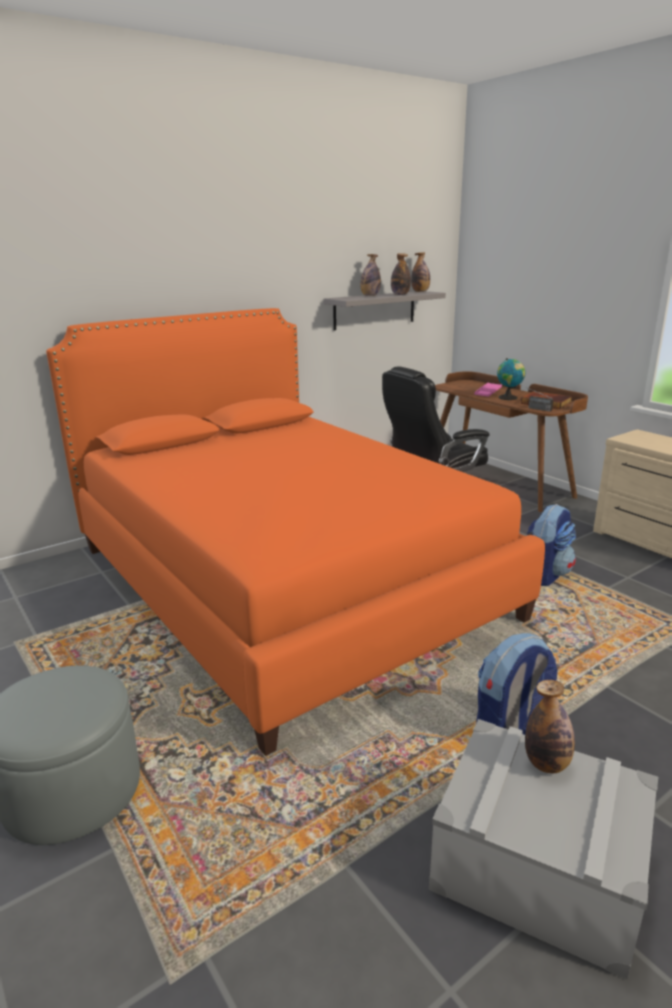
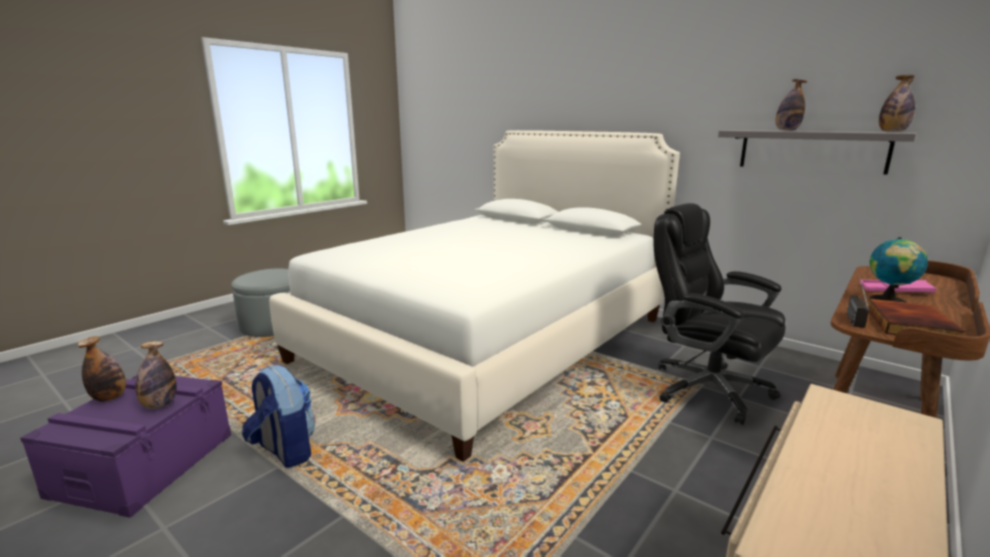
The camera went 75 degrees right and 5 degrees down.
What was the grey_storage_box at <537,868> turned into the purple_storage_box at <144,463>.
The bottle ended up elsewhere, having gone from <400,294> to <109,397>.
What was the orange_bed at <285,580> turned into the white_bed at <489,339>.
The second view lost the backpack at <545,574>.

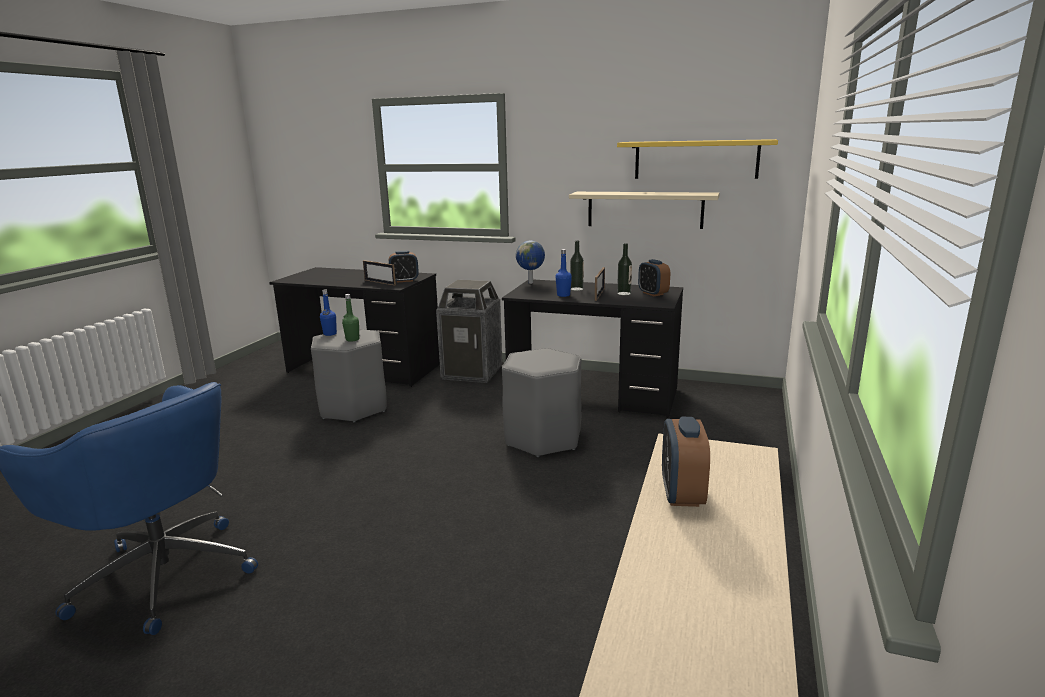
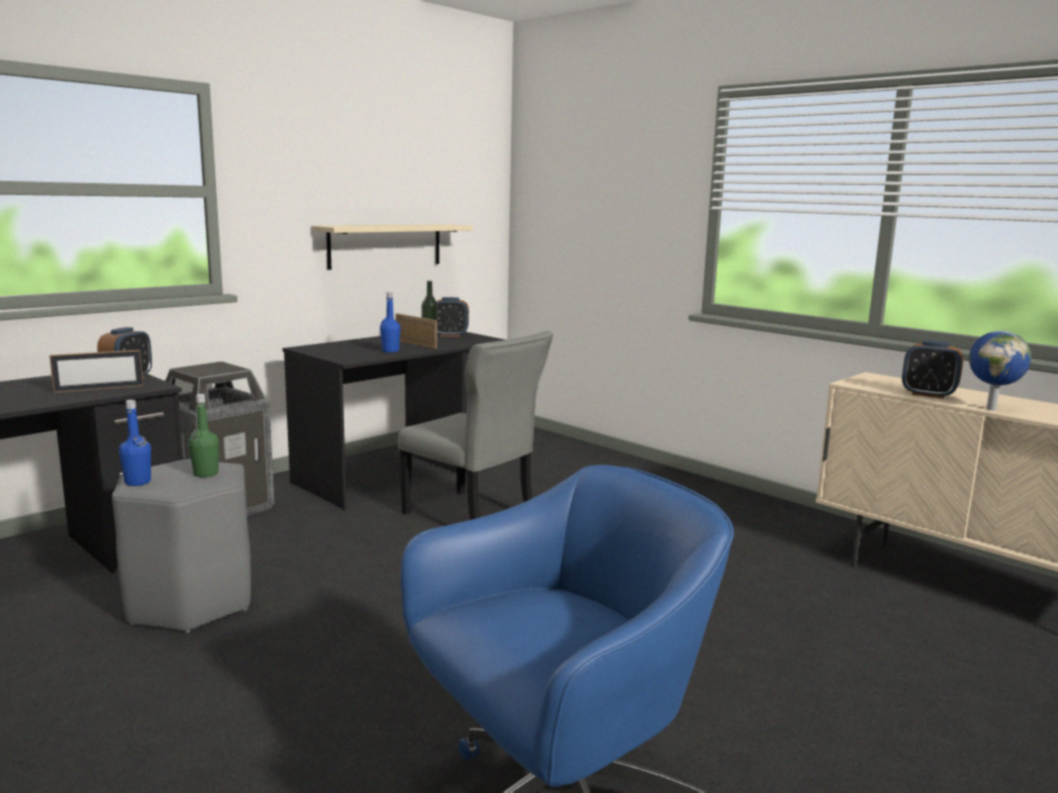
The camera went 65 degrees left and 5 degrees down.
Where the grey_stool stood at <542,438>, the grey_chair came to stand at <472,517>.
The globe ended up elsewhere, having gone from <531,283> to <991,409>.
The second view lost the bottle at <576,289>.
The second view lost the yellow_shelf at <696,159>.

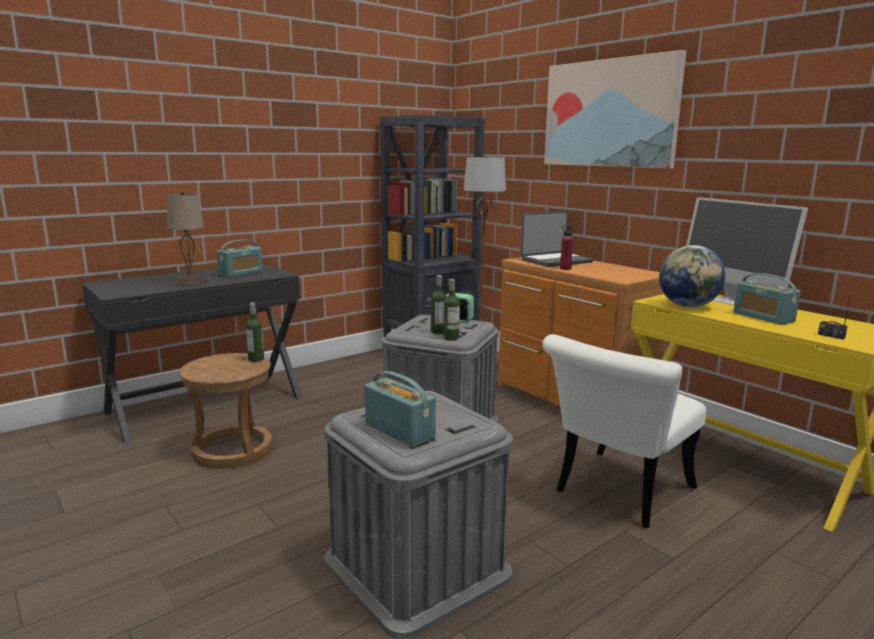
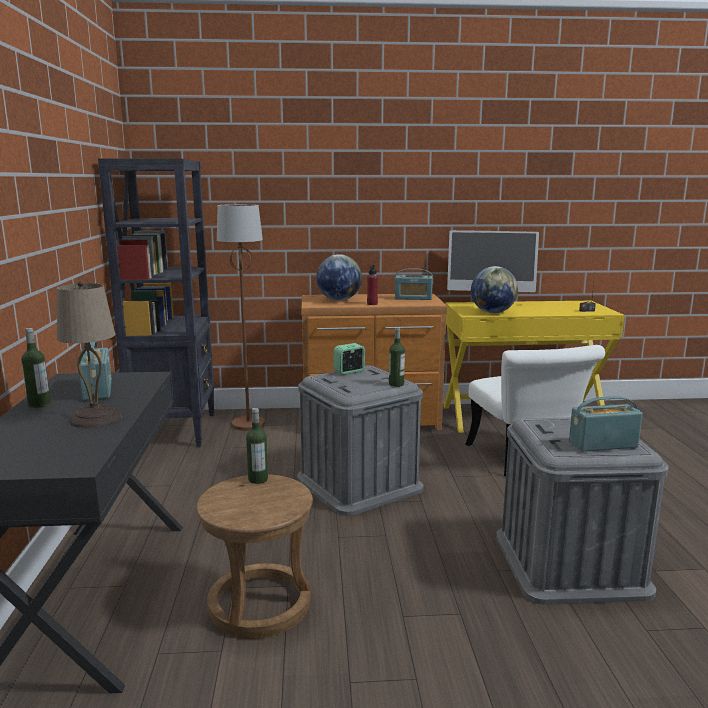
The camera went 55 degrees left and 0 degrees up.
The bottle ended up elsewhere, having gone from <438,332> to <39,404>.
Where the laptop stood at <555,261>, the globe came to stand at <339,300>.
The radio ended up elsewhere, having gone from <763,317> to <413,298>.
The second view lost the picture at <610,113>.

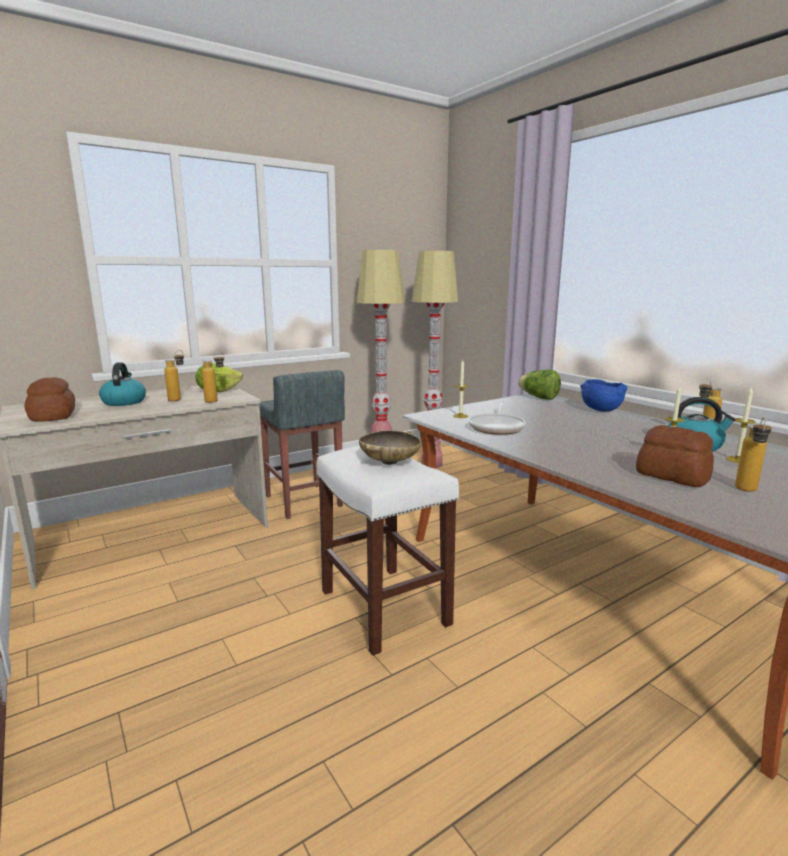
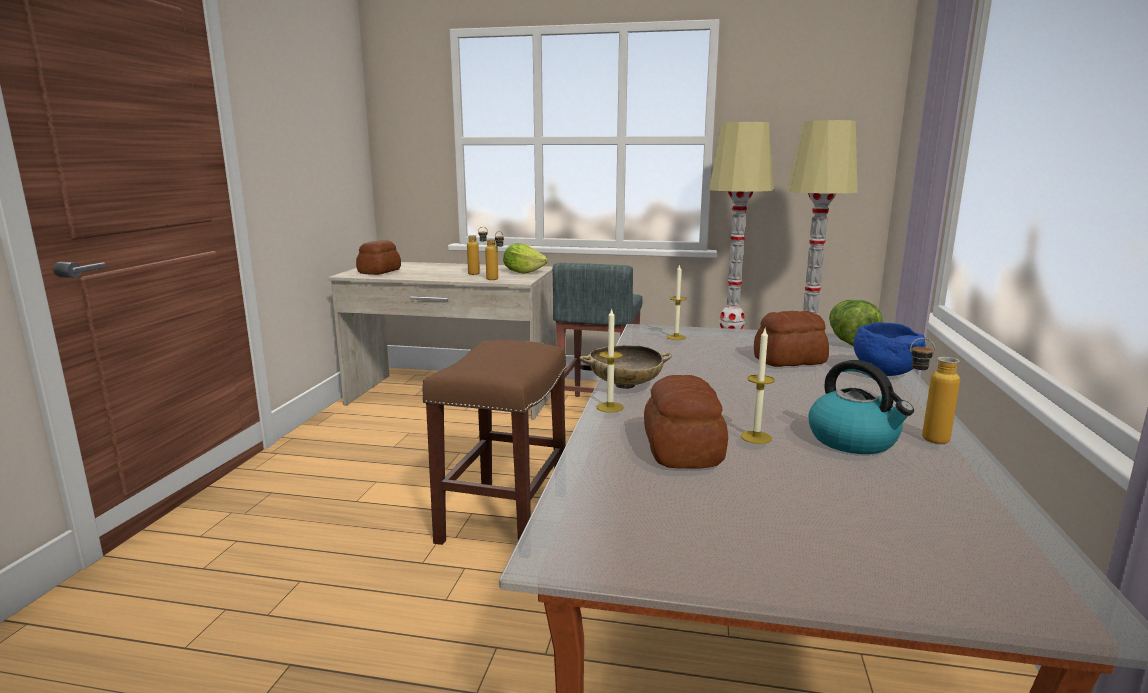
The camera went 45 degrees right and 0 degrees up.
What was the white_stool at <382,606> turned into the brown_stool at <503,516>.
The beige_bowl ended up elsewhere, having gone from <390,462> to <625,386>.
The candle ended up elsewhere, having gone from <737,460> to <610,407>.
The second view gained the bread at <788,360>.
The second view lost the kettle at <124,402>.
The second view lost the frying_pan at <497,427>.
The second view lost the bottle at <747,491>.

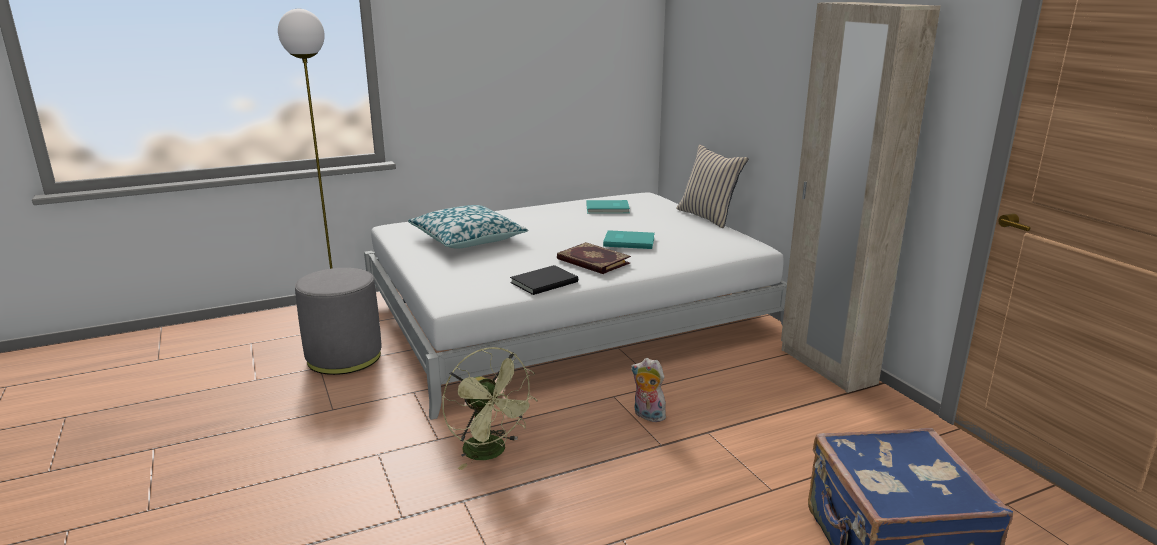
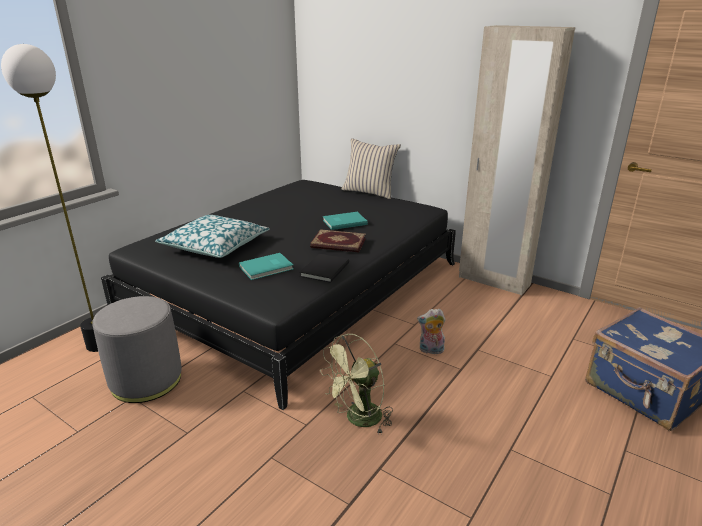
The camera went 30 degrees left and 5 degrees up.
What was the white_bed at <567,314> turned into the black_bed at <296,288>.
The turquoise_book ended up elsewhere, having gone from <608,209> to <267,268>.
The green_fan at <491,453> ended up facing another way, 120 degrees clockwise from before.

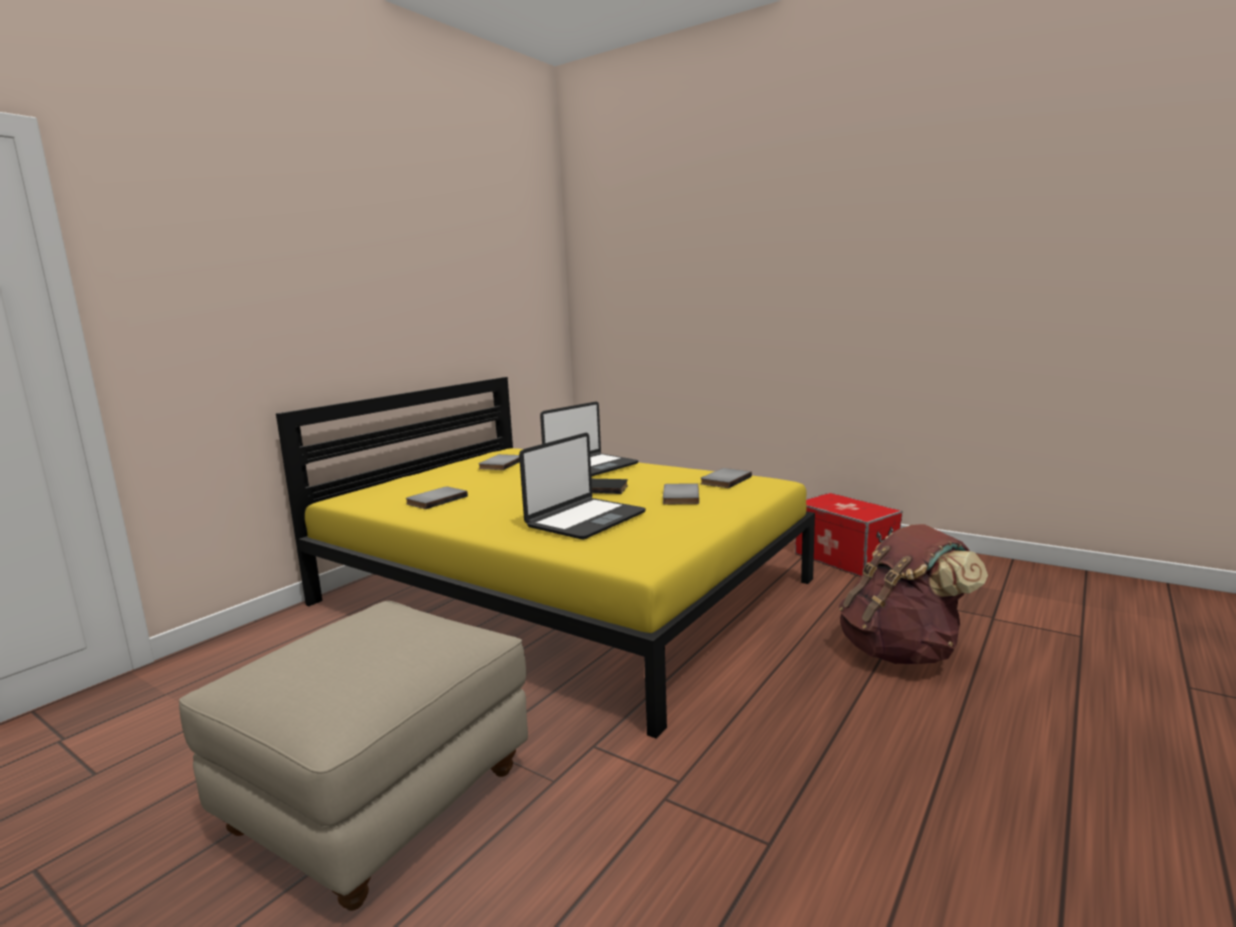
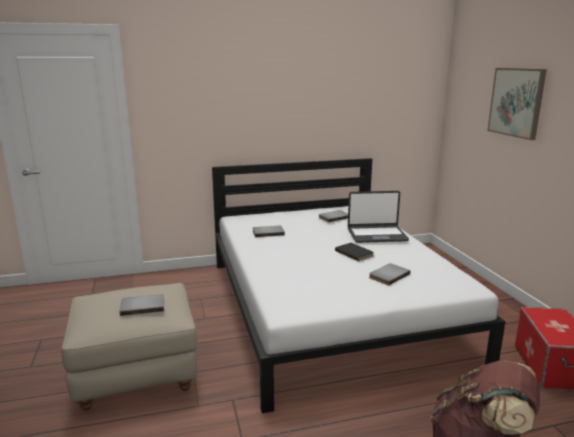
The camera went 40 degrees right and 5 degrees up.
The grey_book ended up elsewhere, having gone from <724,480> to <143,306>.
What was the yellow_bed at <561,591> turned into the white_bed at <330,308>.
The second view gained the picture at <516,102>.
The second view lost the laptop at <585,520>.

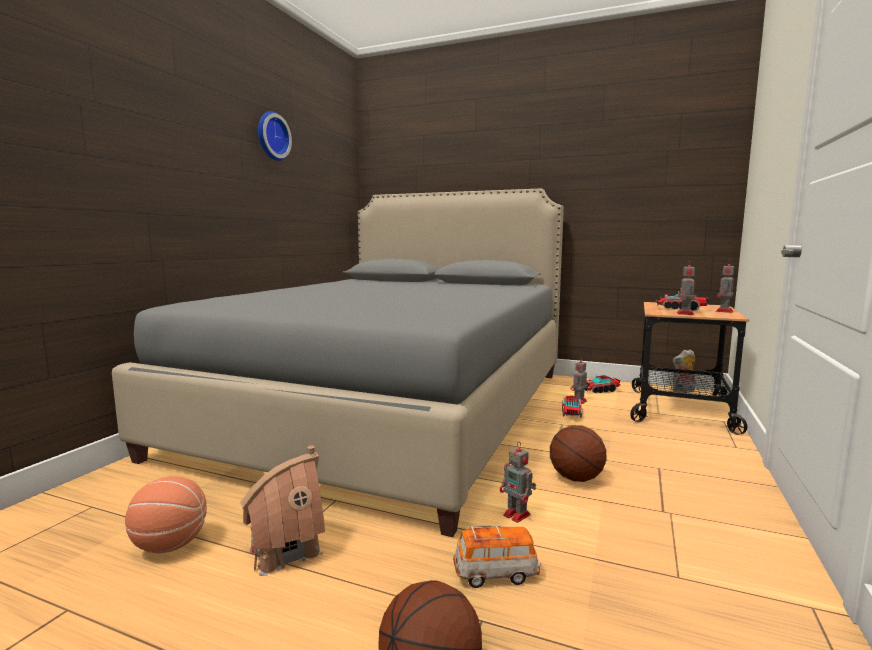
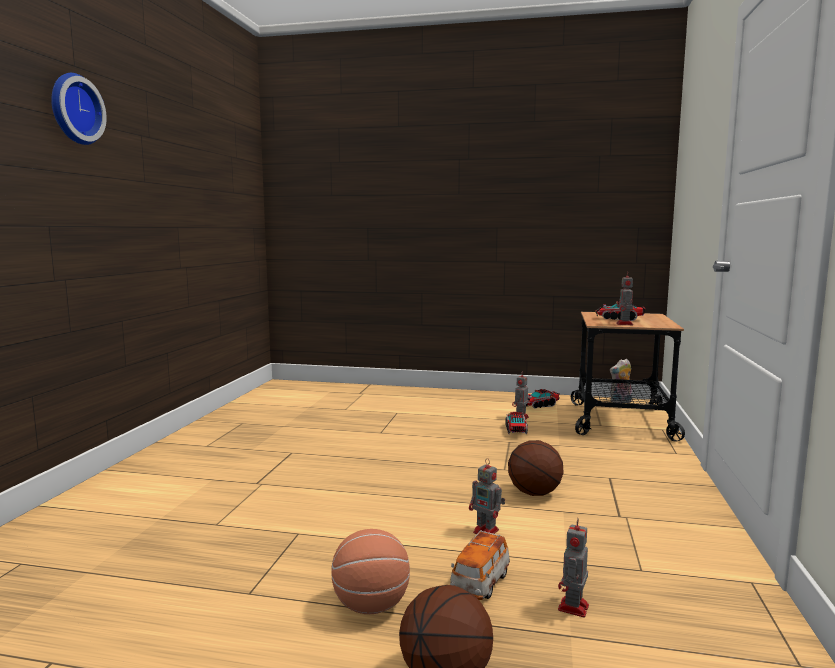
The camera went 10 degrees left and 0 degrees up.
The wall_clock ended up elsewhere, having gone from <271,136> to <73,109>.
The basketball ended up elsewhere, having gone from <171,545> to <371,605>.
The toy_car at <496,574> ended up facing another way, 135 degrees clockwise from before.
The toy_robot ended up elsewhere, having gone from <724,311> to <573,608>.
The second view lost the grey_bed at <392,409>.
The second view lost the toy_house at <285,549>.

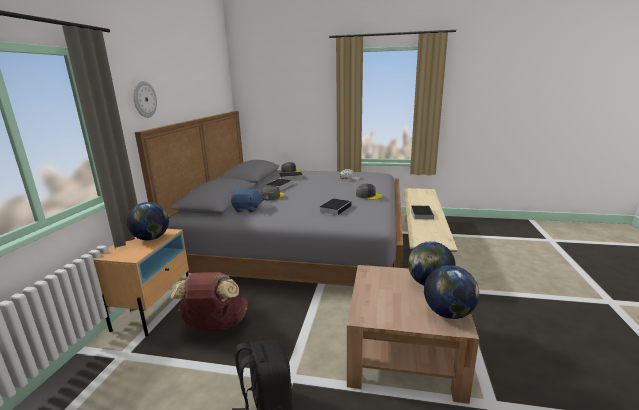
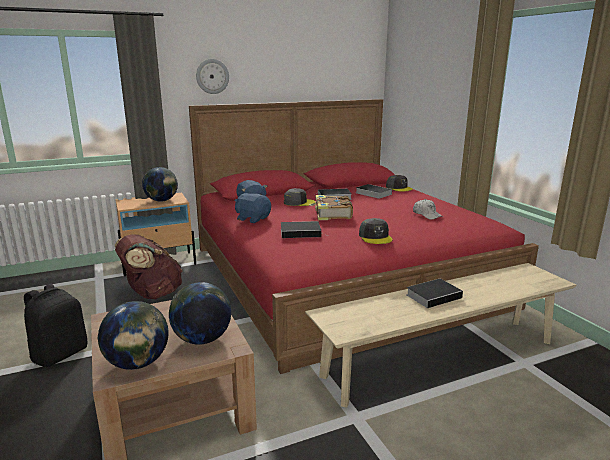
The camera went 55 degrees right and 0 degrees up.
What was the grey_bed at <300,242> turned into the red_bed at <340,275>.
The second view gained the blue_plush_toy at <253,219>.
The second view gained the book at <332,214>.

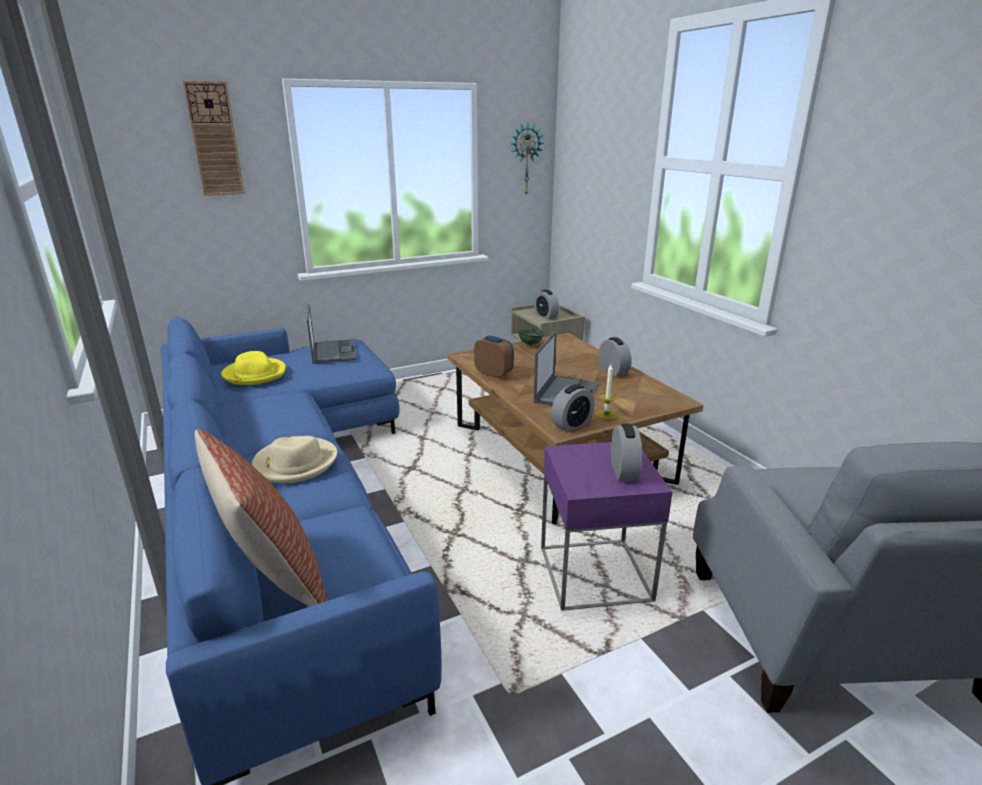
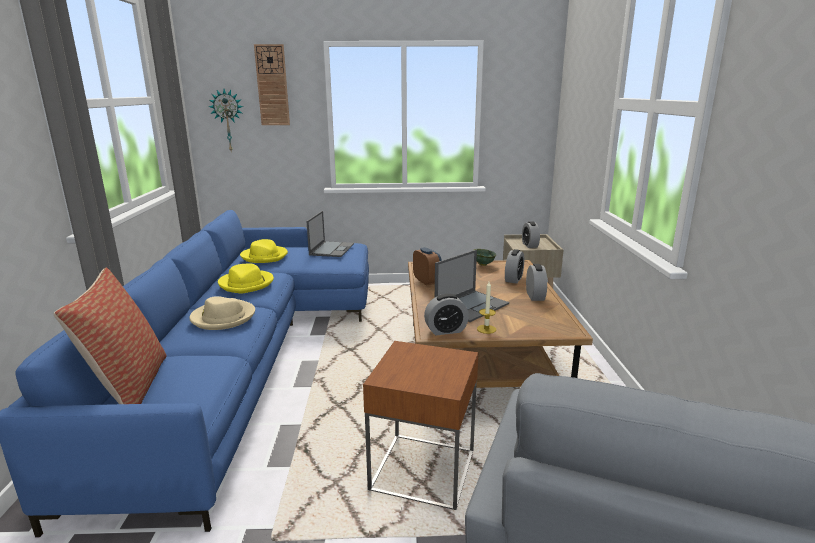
The camera went 25 degrees right and 5 degrees down.
The wall_clock ended up elsewhere, having gone from <525,159> to <228,120>.
The second view gained the yellow_hat at <246,284>.
What was the purple_side_table at <594,574> turned into the brown_side_table at <423,470>.
The alarm_clock ended up elsewhere, having gone from <623,471> to <513,279>.

